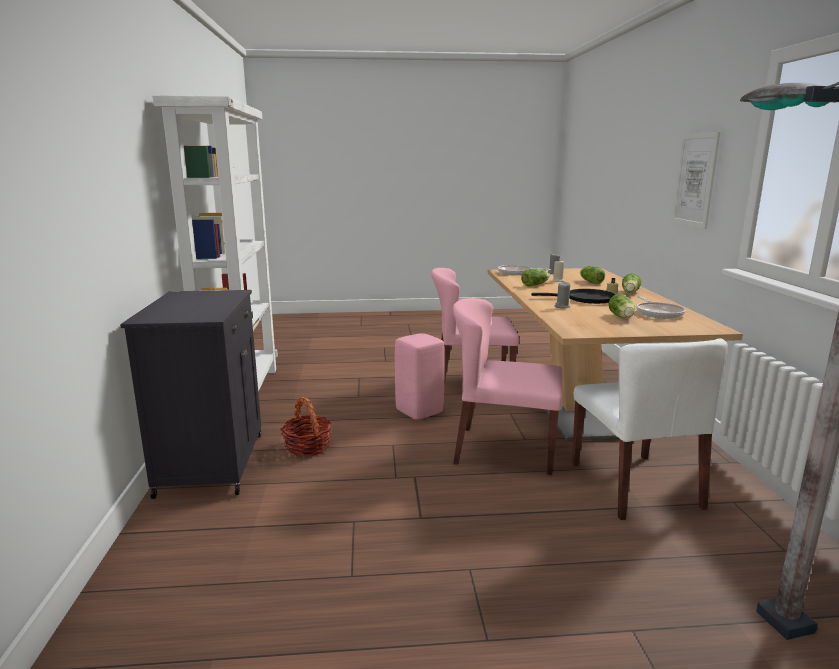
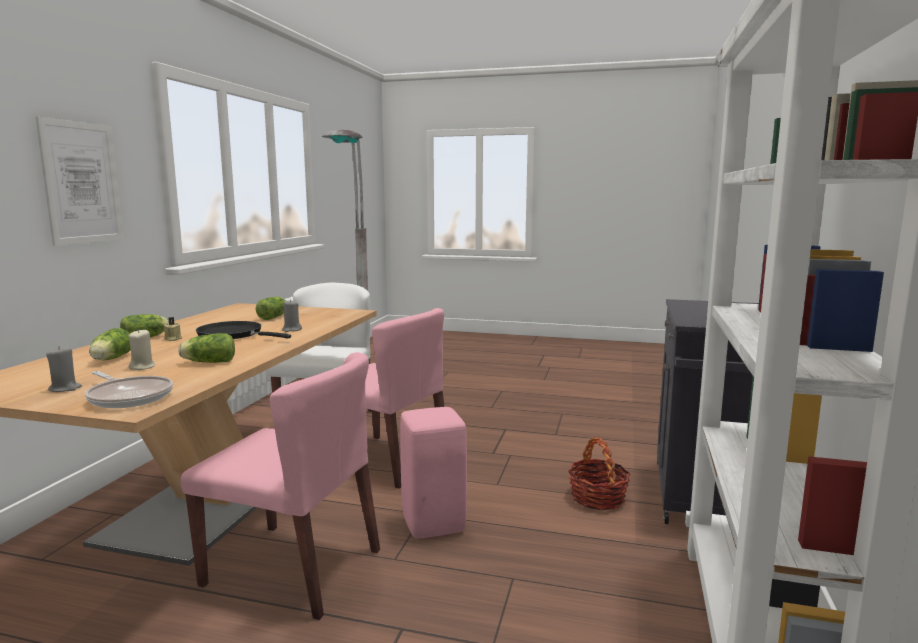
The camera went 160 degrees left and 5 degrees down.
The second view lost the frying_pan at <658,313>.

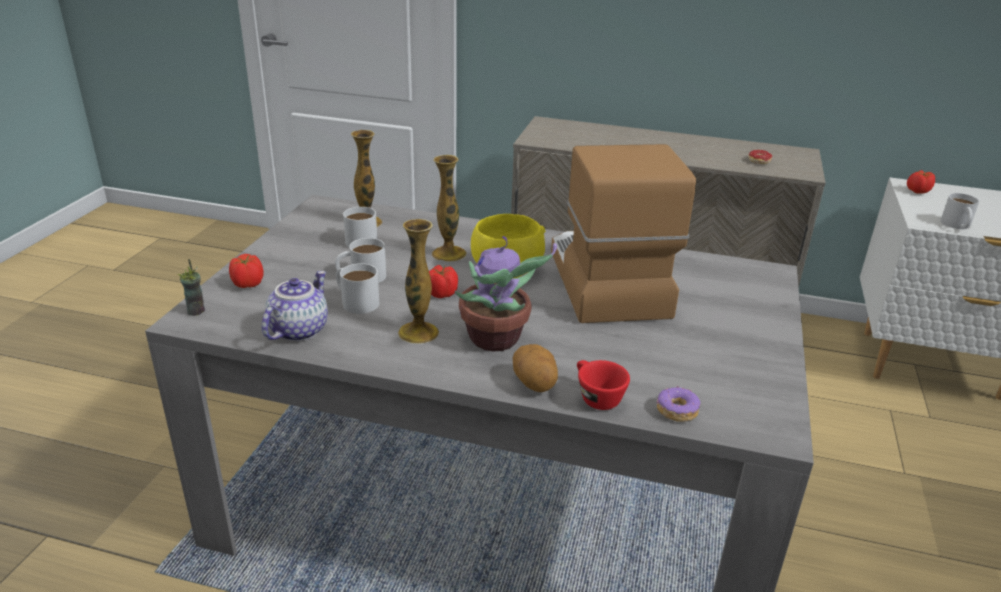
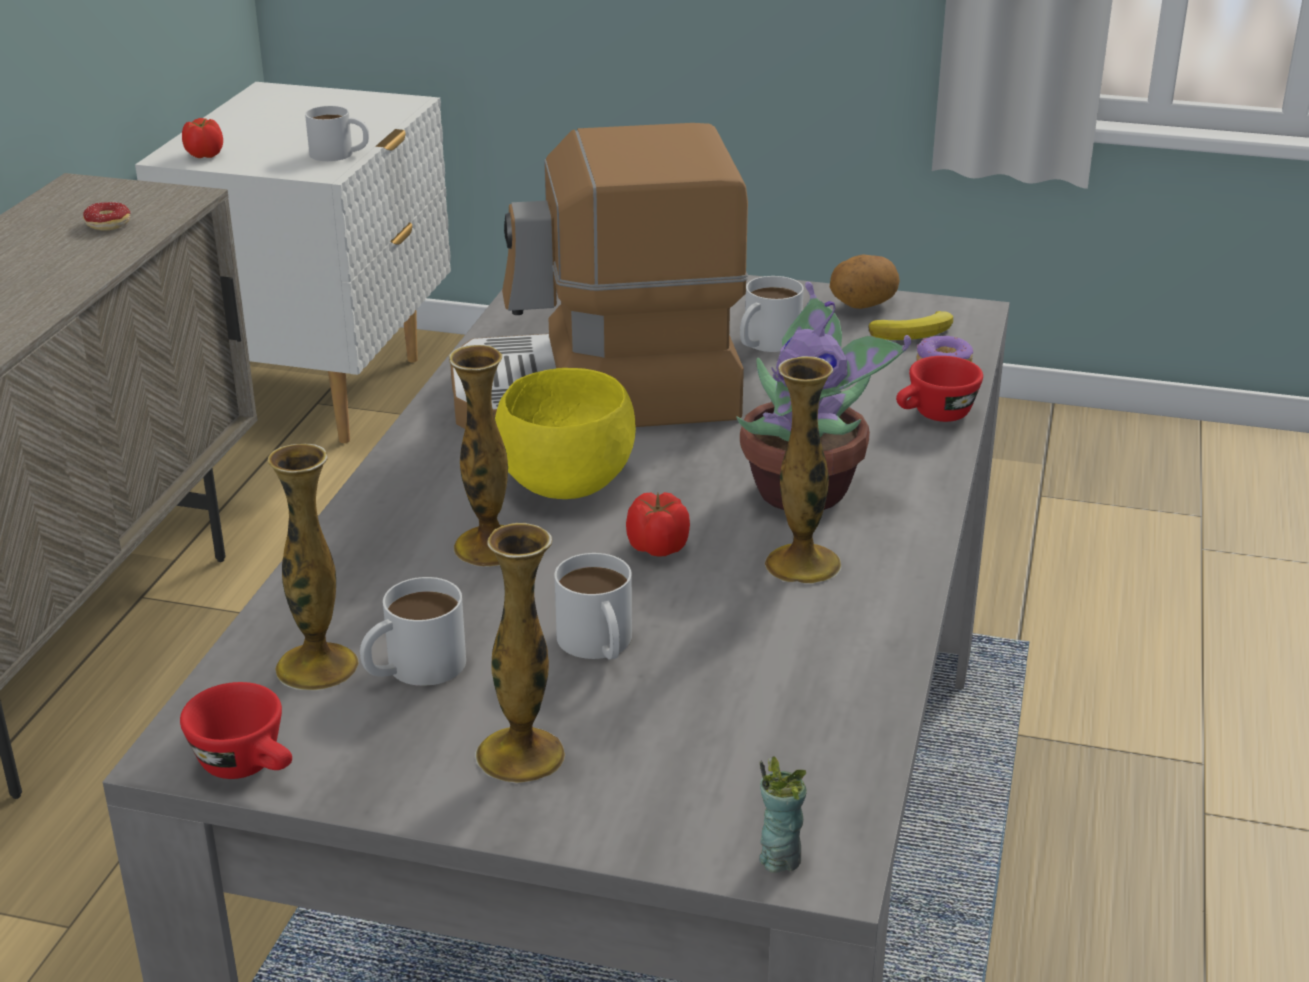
The camera went 90 degrees left and 0 degrees up.
The second view gained the red_cup at <249,766>.
The second view gained the vase at <520,755>.
The white_mug ended up elsewhere, having gone from <355,301> to <765,343>.
The potato ended up elsewhere, having gone from <534,384> to <862,305>.
The second view gained the banana at <915,332>.
The second view lost the tomato at <247,284>.
The second view lost the teapot at <298,330>.

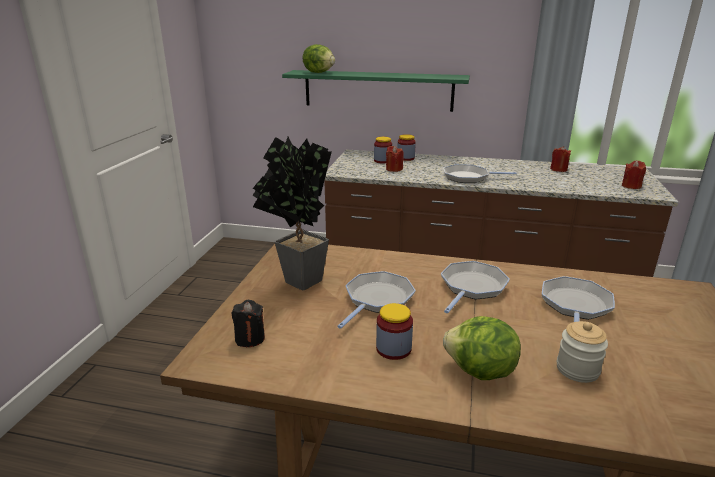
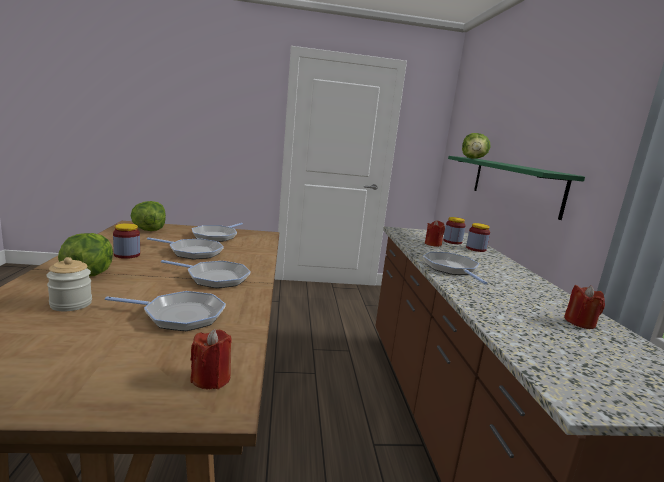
The camera went 70 degrees right and 10 degrees down.
Where the black_candle stood at <250,338>, the lettuce came to stand at <149,230>.
The red_candle ended up elsewhere, having gone from <631,186> to <211,379>.
Where the potted_plant stood at <297,282>, the frying_pan came to stand at <216,236>.

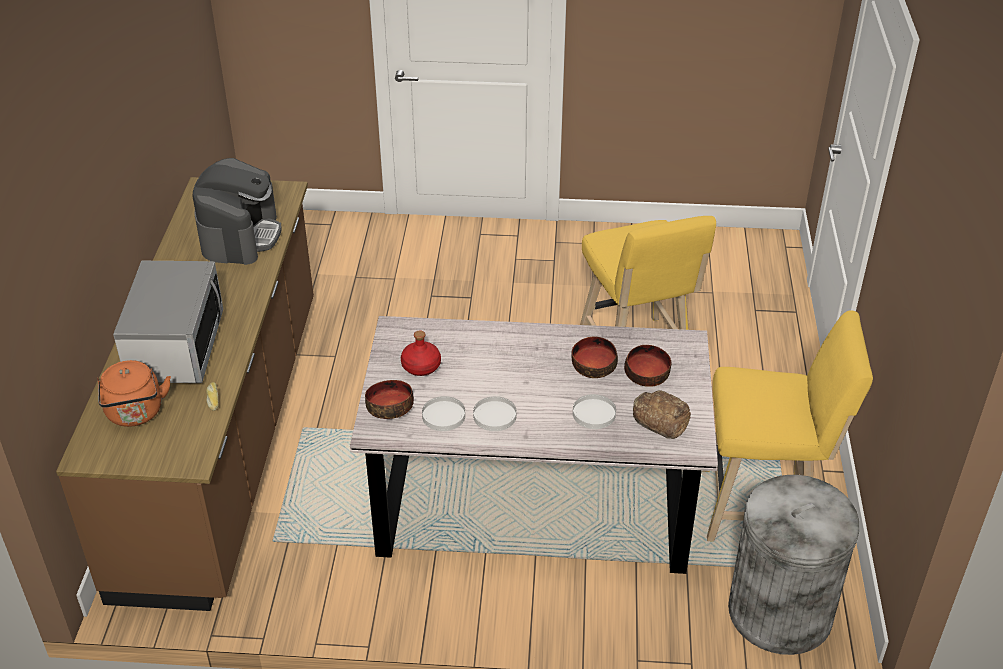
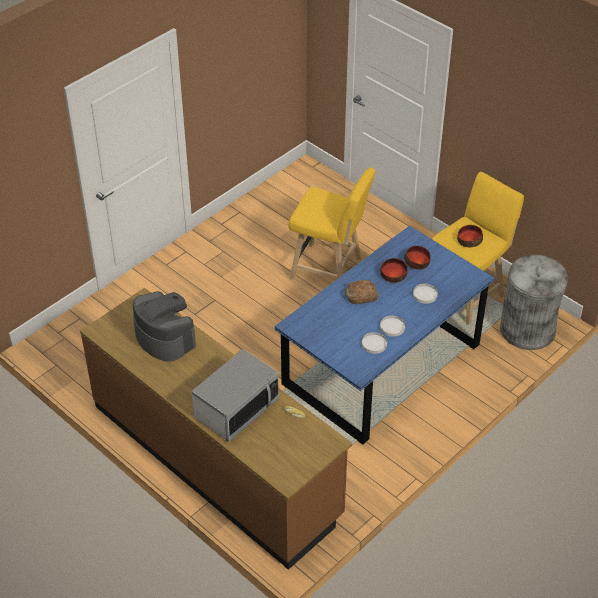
The camera went 50 degrees left and 5 degrees up.
The microwave at <175,347> ended up facing another way, 90 degrees clockwise from before.
What was the grey_dining_table at <534,496> turned into the blue_dining_table at <382,364>.
The bread ended up elsewhere, having gone from <661,418> to <360,295>.
The bowl ended up elsewhere, having gone from <390,407> to <469,240>.
The second view lost the orange_kettle at <136,414>.
The second view lost the red_bottle at <420,366>.

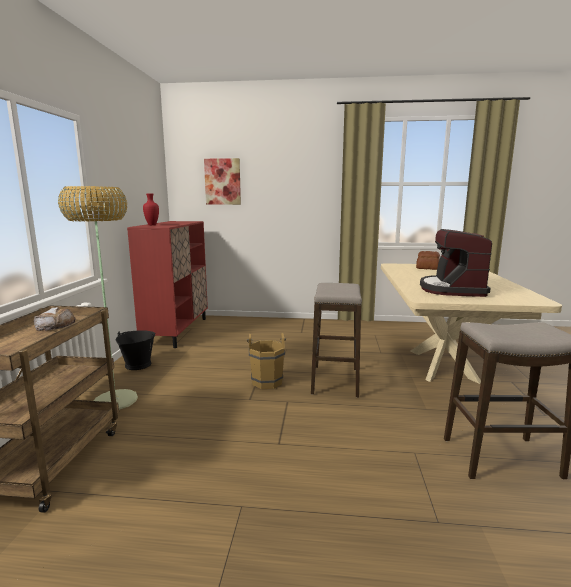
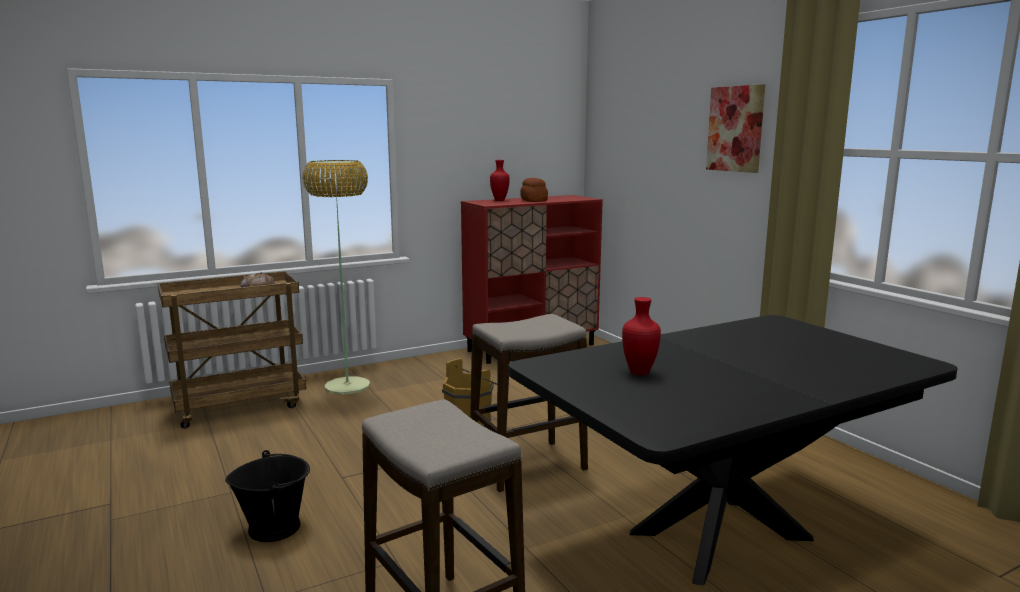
The camera went 55 degrees right and 0 degrees up.
The black_bucket ended up elsewhere, having gone from <138,365> to <275,527>.
What was the beige_dining_table at <442,365> turned into the black_dining_table at <719,534>.
The bread ended up elsewhere, having gone from <427,268> to <534,200>.
Where the coffee_machine stood at <452,289>, the red_vase came to stand at <639,373>.
The picture ended up elsewhere, having gone from <222,181> to <735,129>.

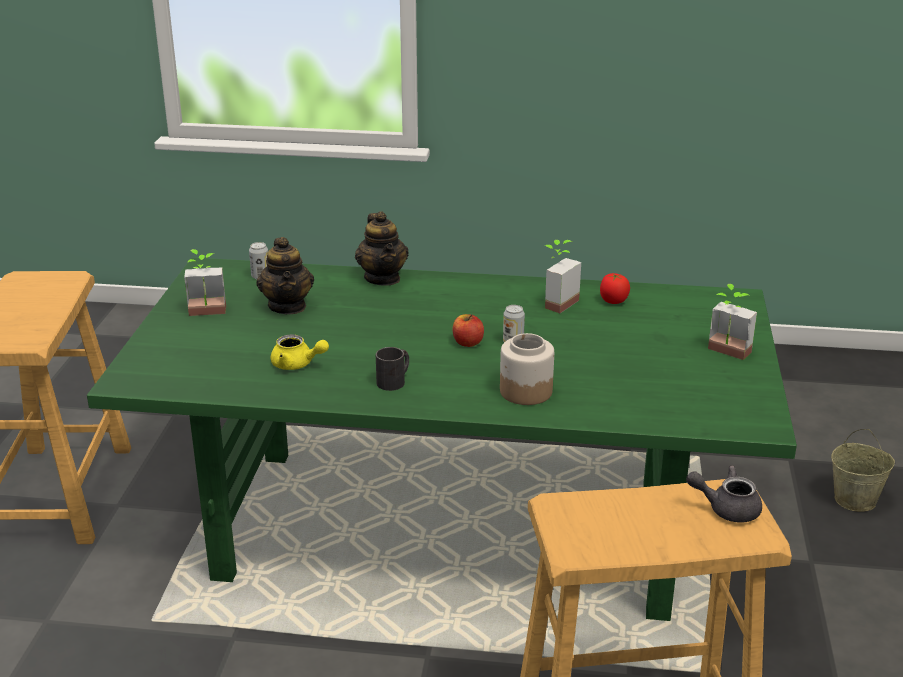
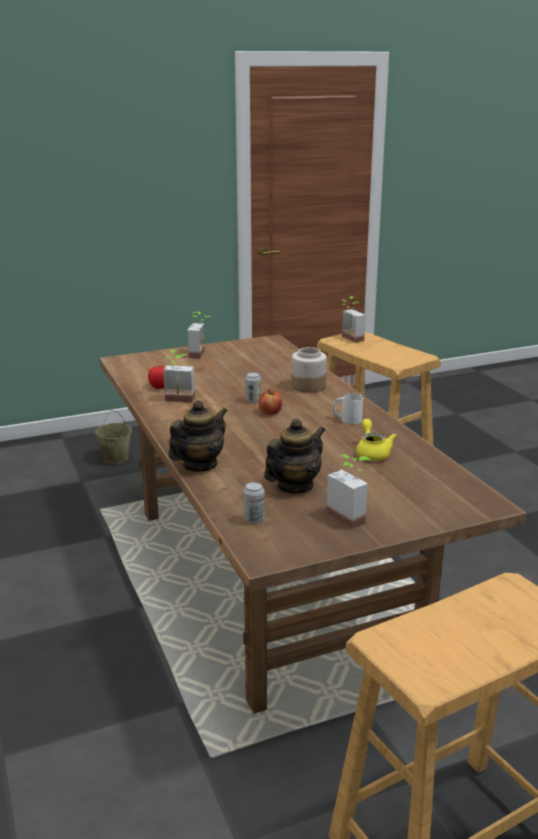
The camera went 120 degrees left and 5 degrees down.
What was the green_dining_table at <454,530> turned into the brown_dining_table at <267,576>.
What was the black_mug at <394,380> turned into the white_mug at <347,419>.
Where the grey_teapot stood at <726,508>, the potted_plant came to stand at <349,339>.

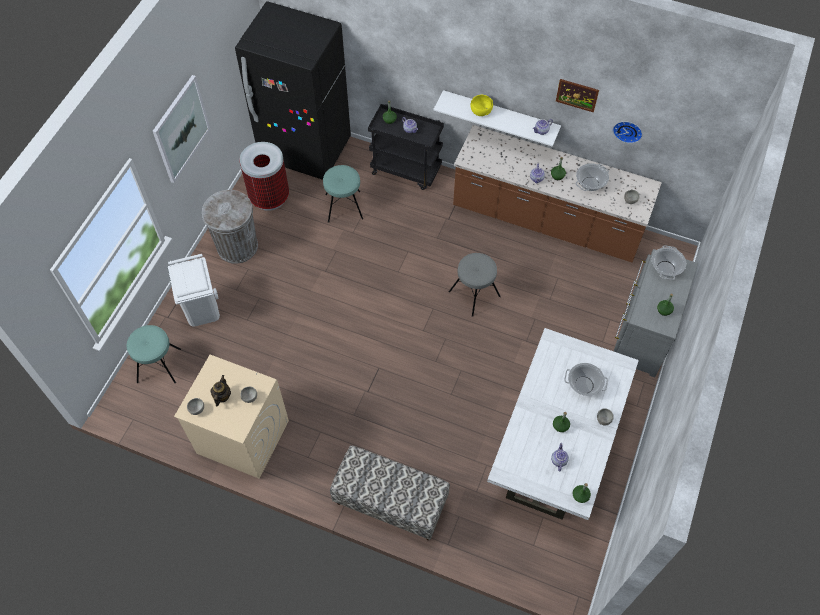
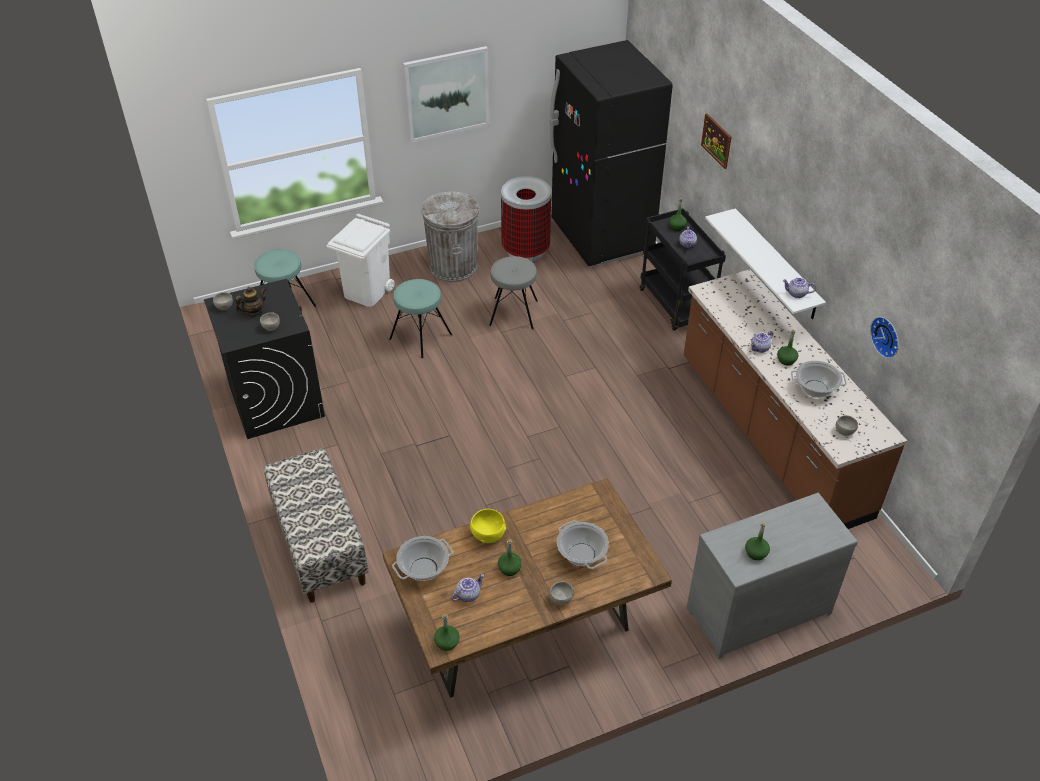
The camera went 45 degrees right and 15 degrees down.
What was the beige_washing_machine at <242,437> turned into the black_washing_machine at <275,400>.
What was the white_dining_table at <554,447> turned into the brown_dining_table at <526,630>.
The turquoise_stool ended up elsewhere, having gone from <344,206> to <420,337>.
The cooking_pot ended up elsewhere, having gone from <665,268> to <424,569>.
The yellow_bowl ended up elsewhere, having gone from <480,111> to <488,534>.
The grey_stool ended up elsewhere, having gone from <474,294> to <513,313>.
The picture ended up elsewhere, having gone from <577,95> to <716,140>.

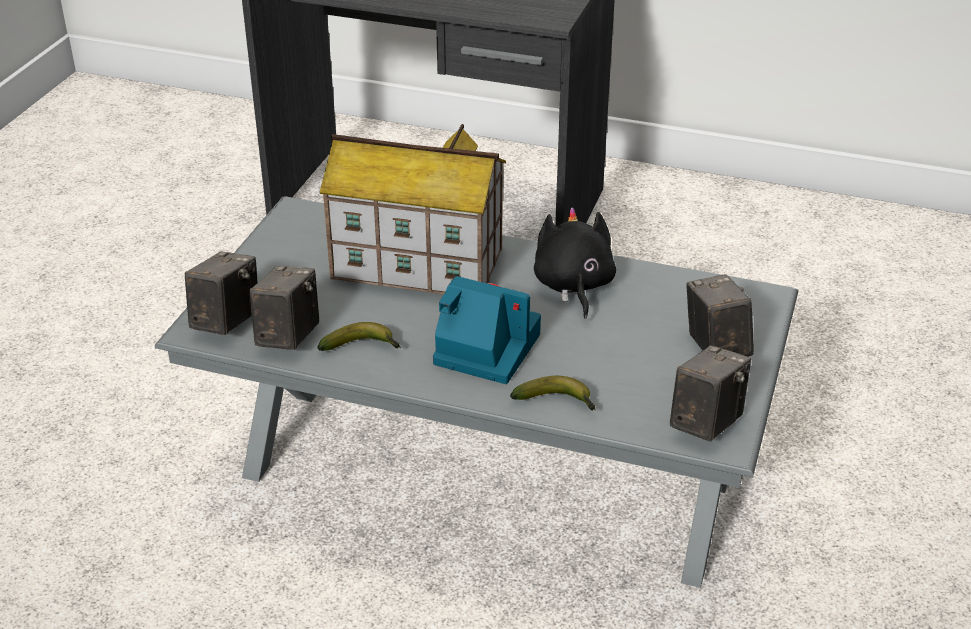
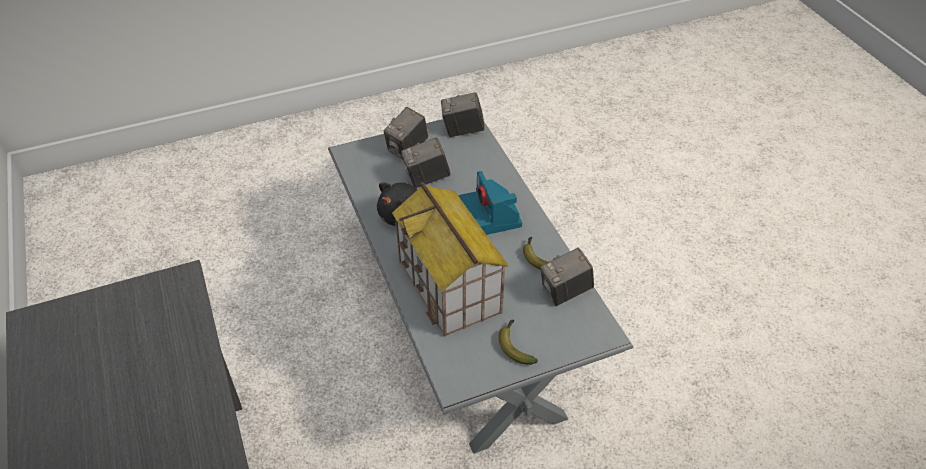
The camera went 130 degrees left and 10 degrees up.
The photo_camera ended up elsewhere, having gone from <226,321> to <426,179>.
The banana ended up elsewhere, having gone from <558,402> to <515,345>.

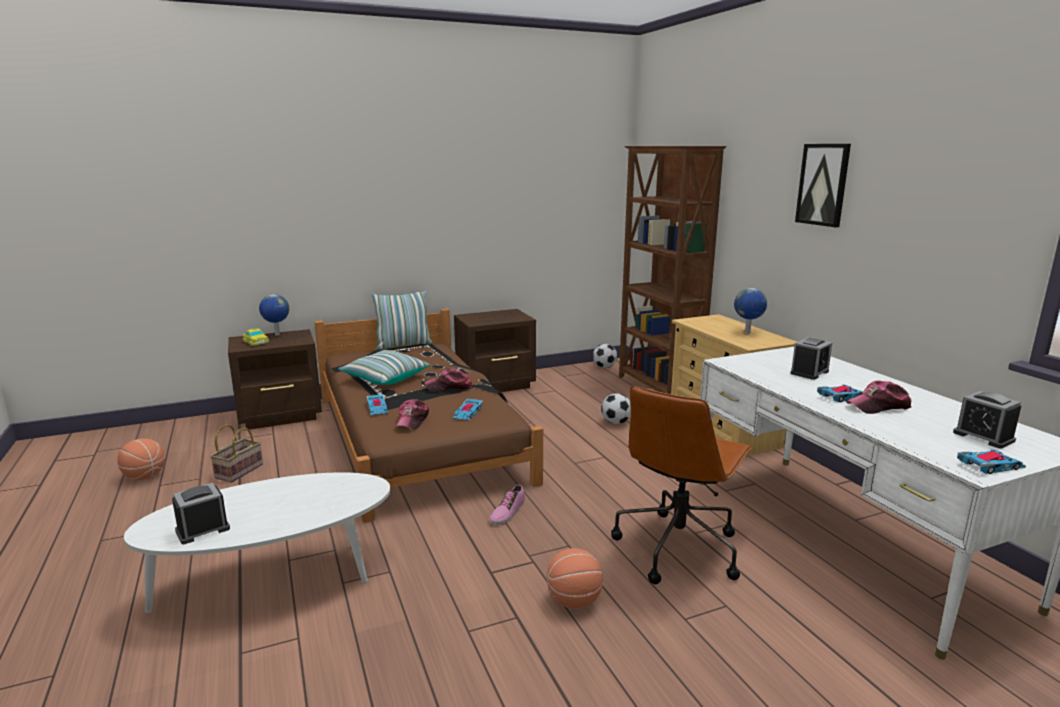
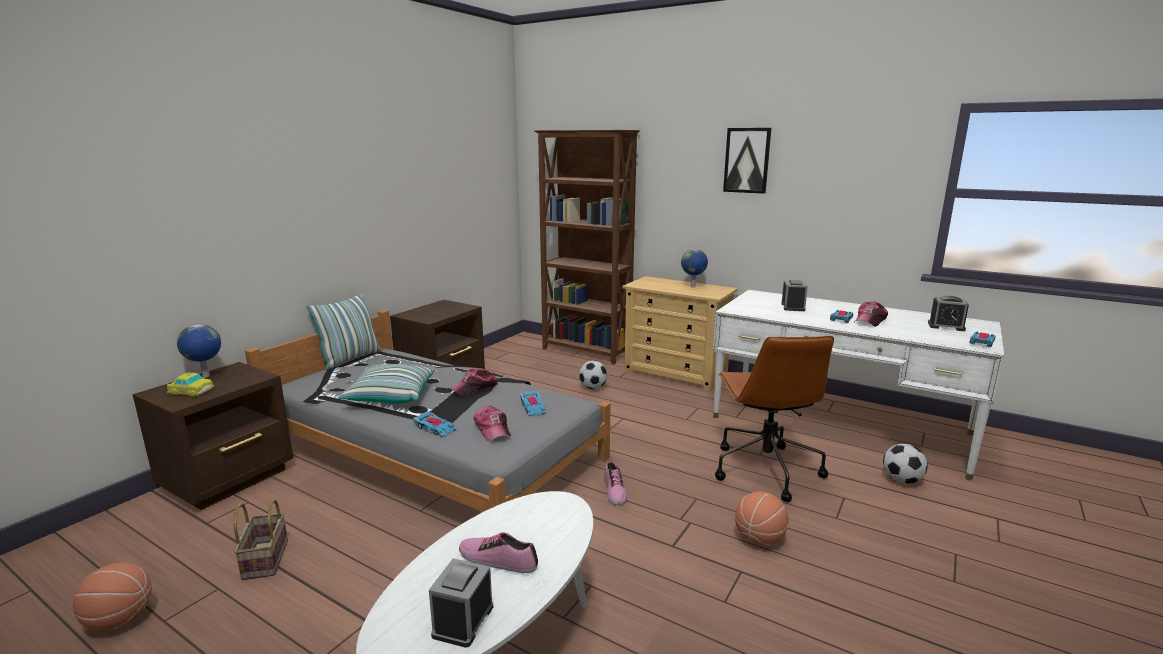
The camera went 35 degrees left and 0 degrees up.
What was the brown_bed at <416,436> turned into the grey_bed at <432,452>.
The second view gained the shoe at <498,559>.
The football ended up elsewhere, having gone from <604,367> to <901,480>.

